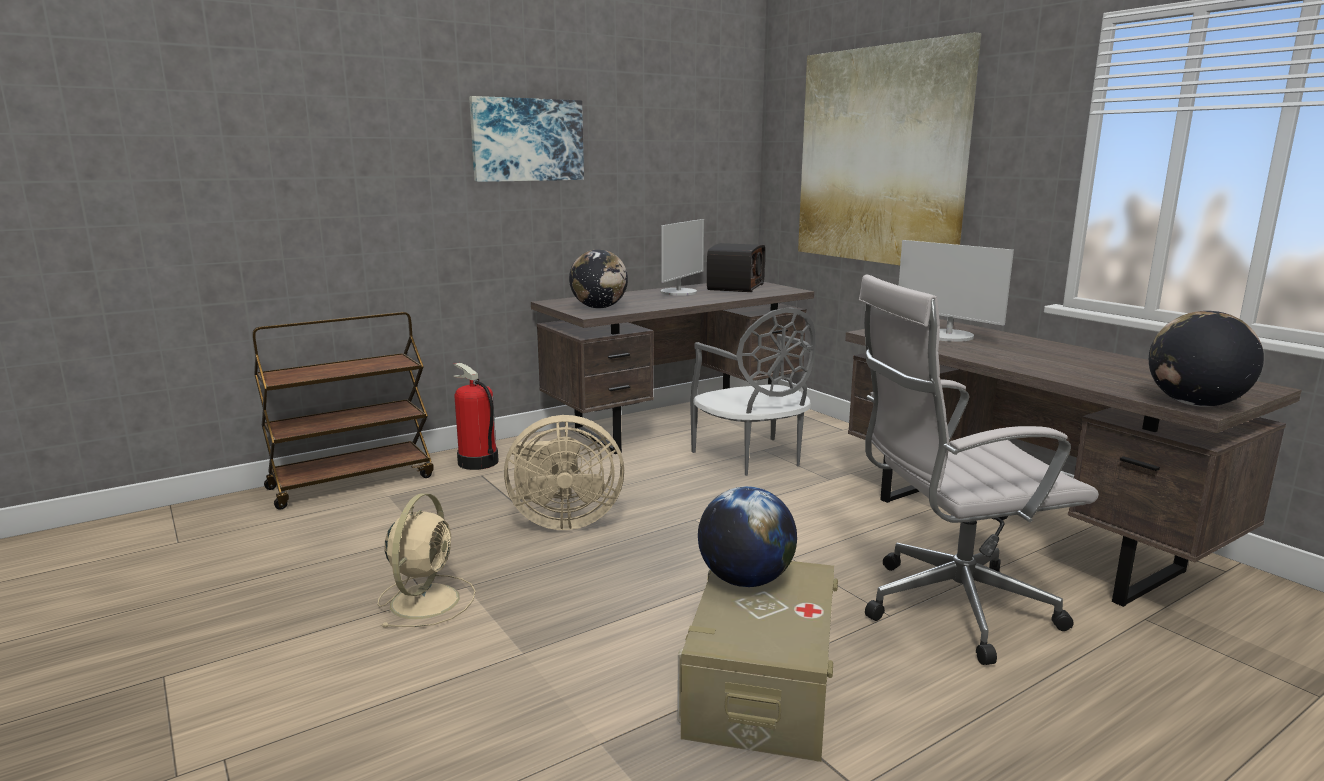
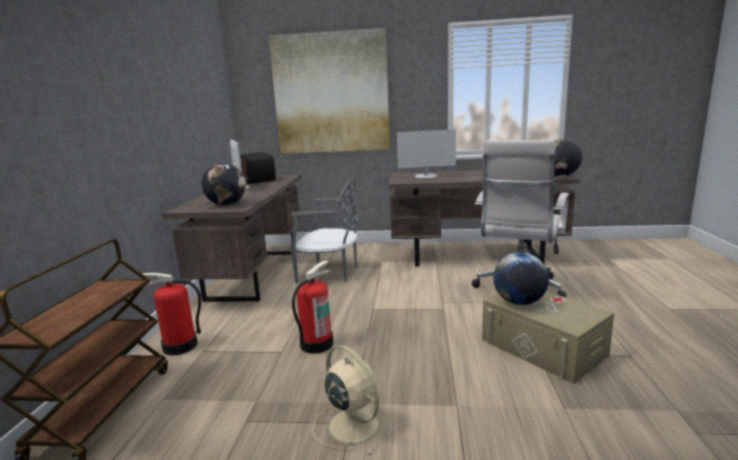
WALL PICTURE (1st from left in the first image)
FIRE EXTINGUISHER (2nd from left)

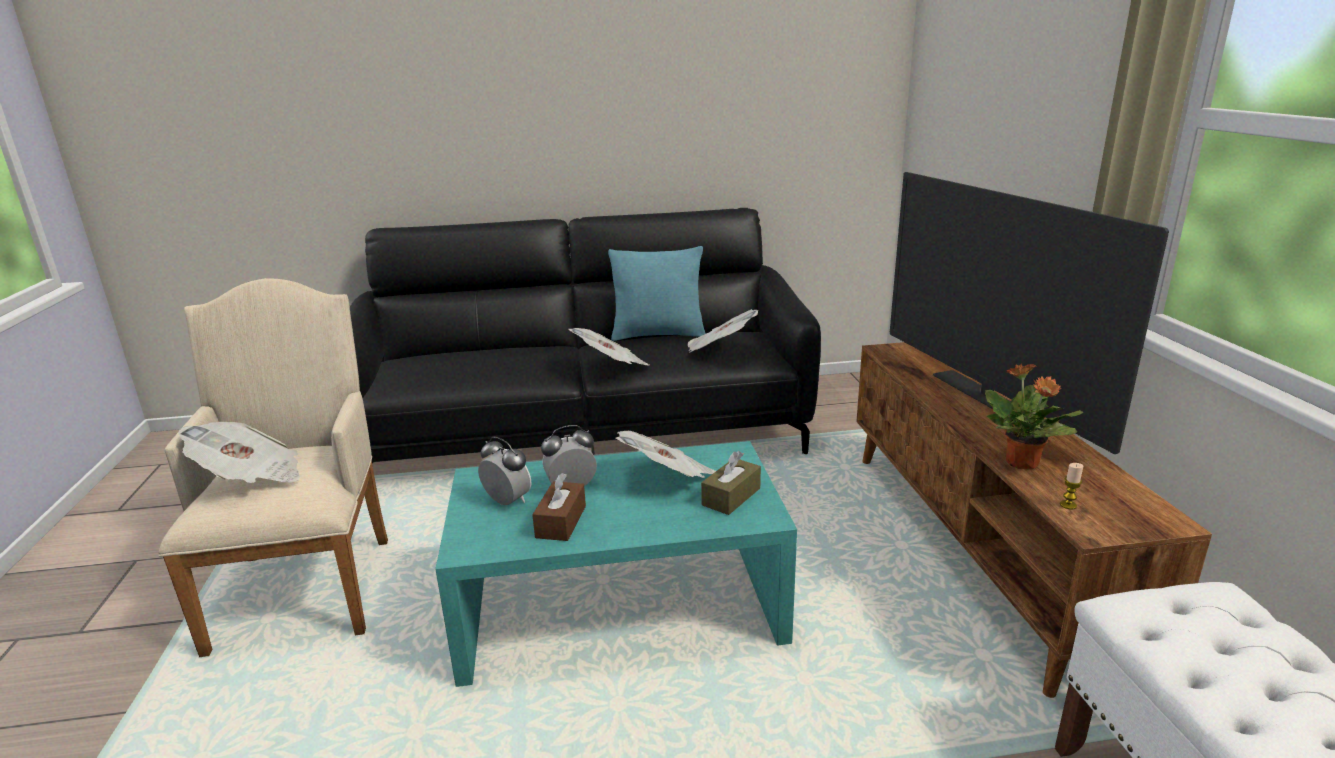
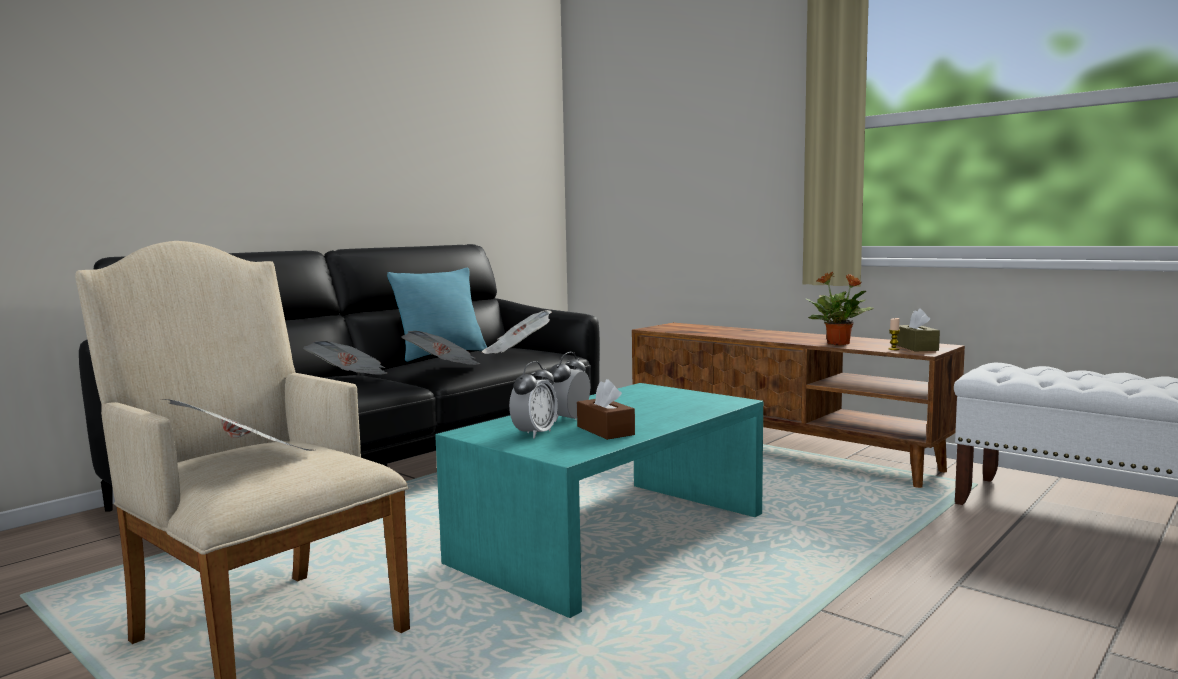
ALARM CLOCK (1st from left)
DAILY PAPER (2nd from left)
BROWNISH BOX OF TISSUES (2nd from left)
TELEVISION

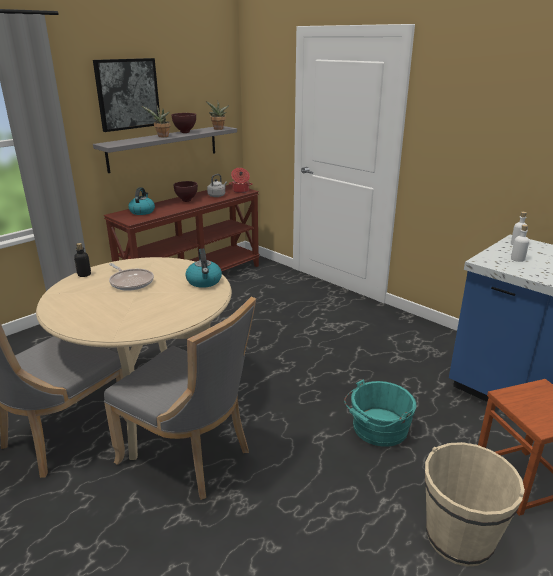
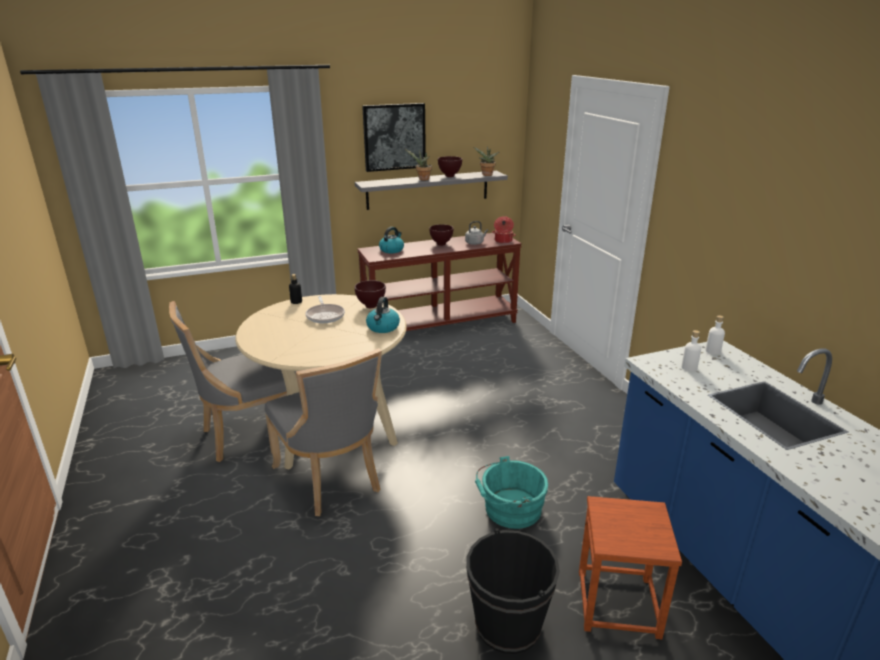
BLACK BUCKET
BROWNISH SERVING BOWL (1st from left)

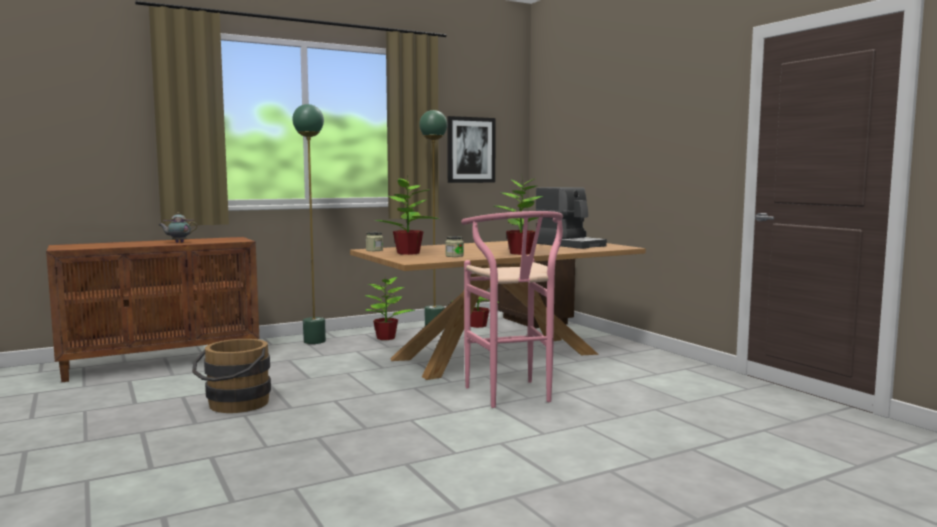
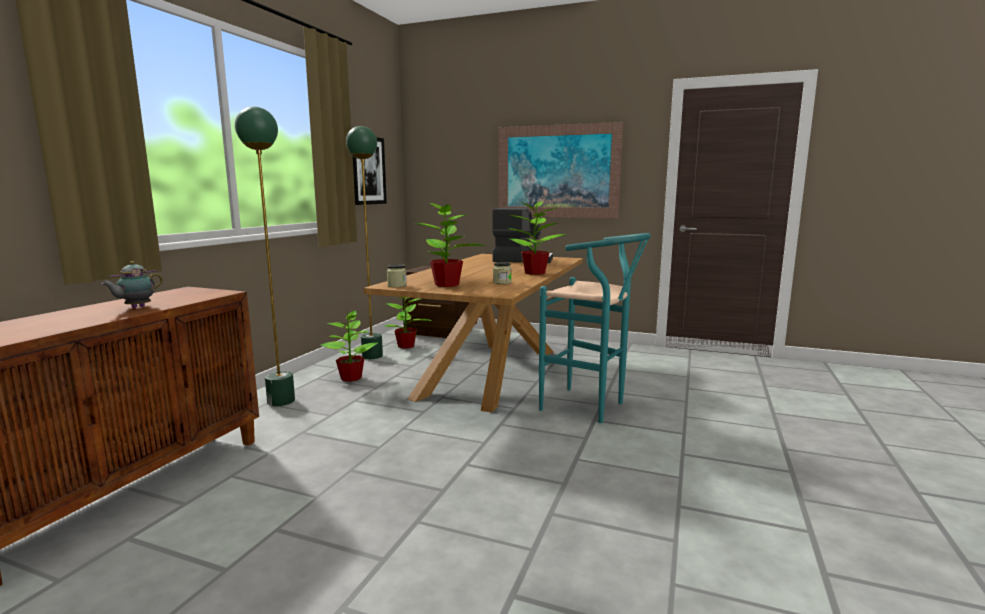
BROWNISH BUCKET
TURQUOISE STOOL SEAT
WALL PICTURE (2nd from left)

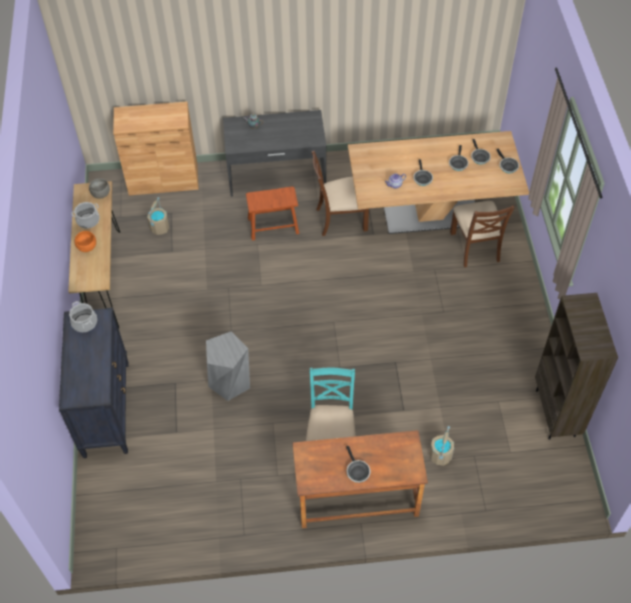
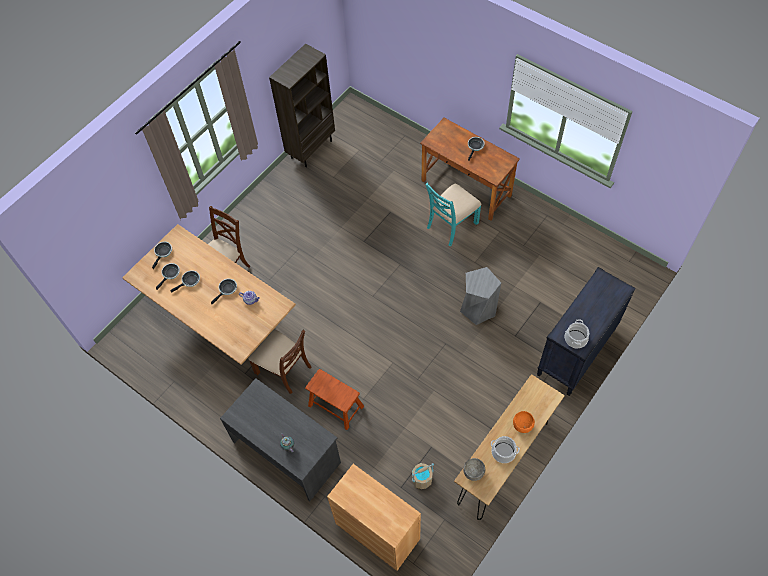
BEIGE-COLOURED BUCKET (2nd from left in the first image)

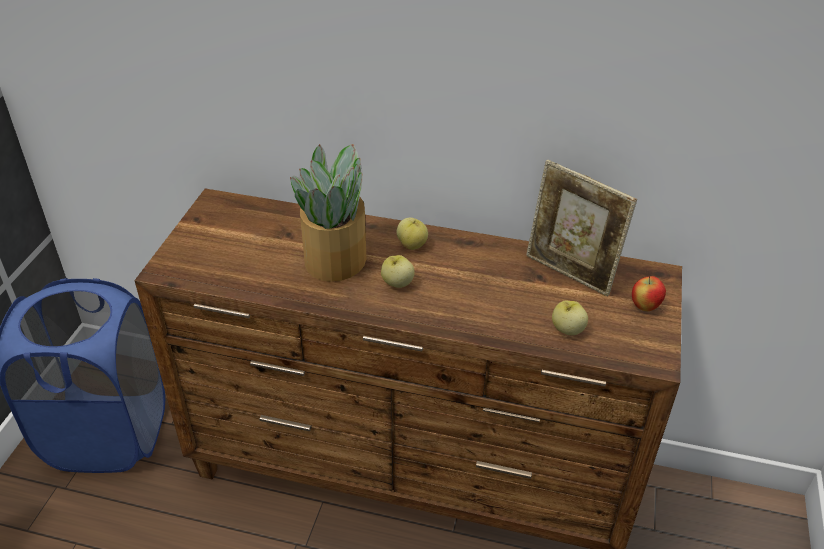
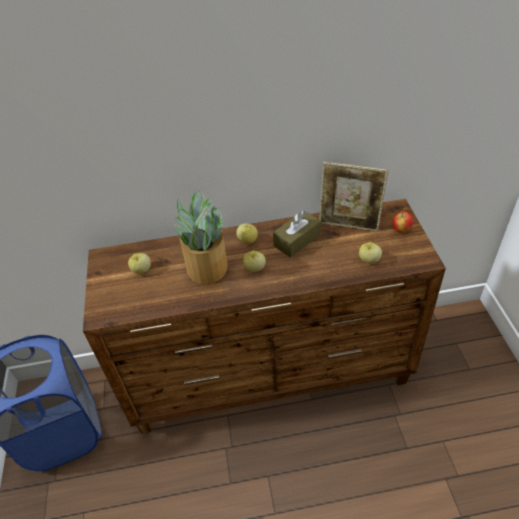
APPLE (1st from left)
BROWNISH BOX OF TISSUES

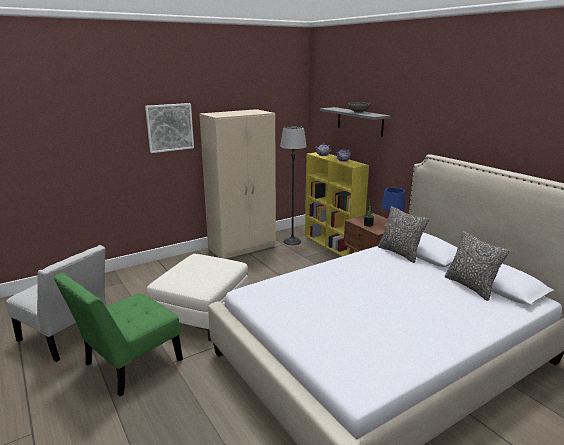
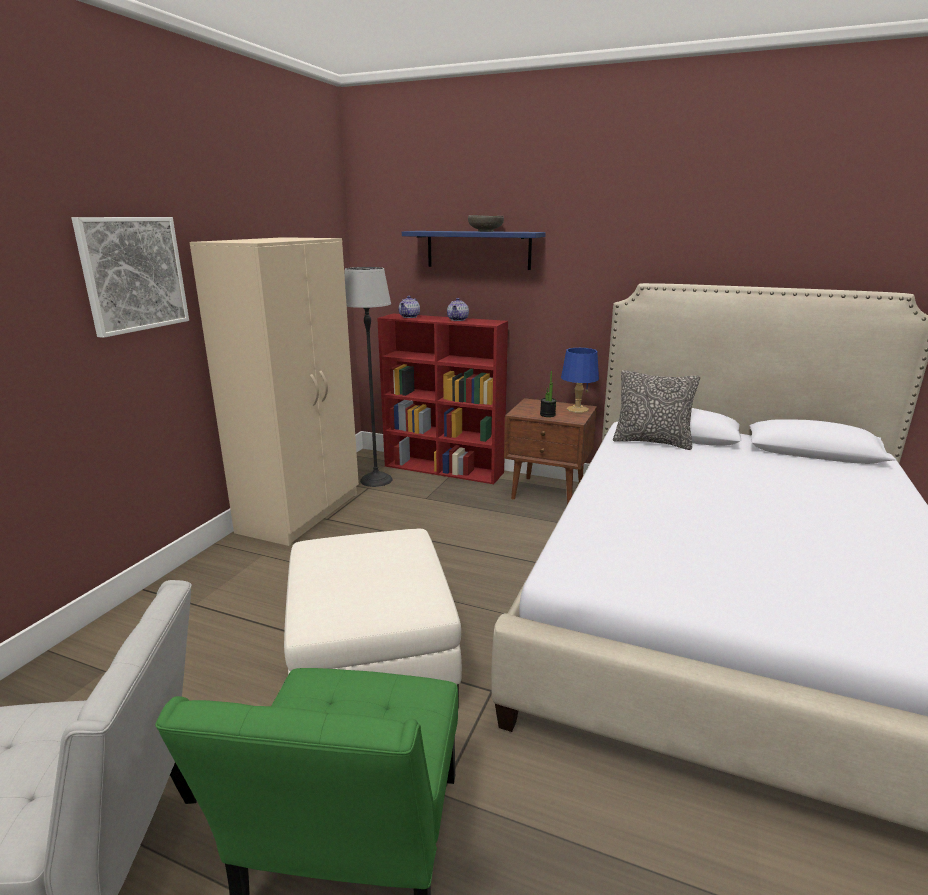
REDDISH BOOKCASE
BLUE SHELF
THROW PILLOW (2nd from left in the first image)

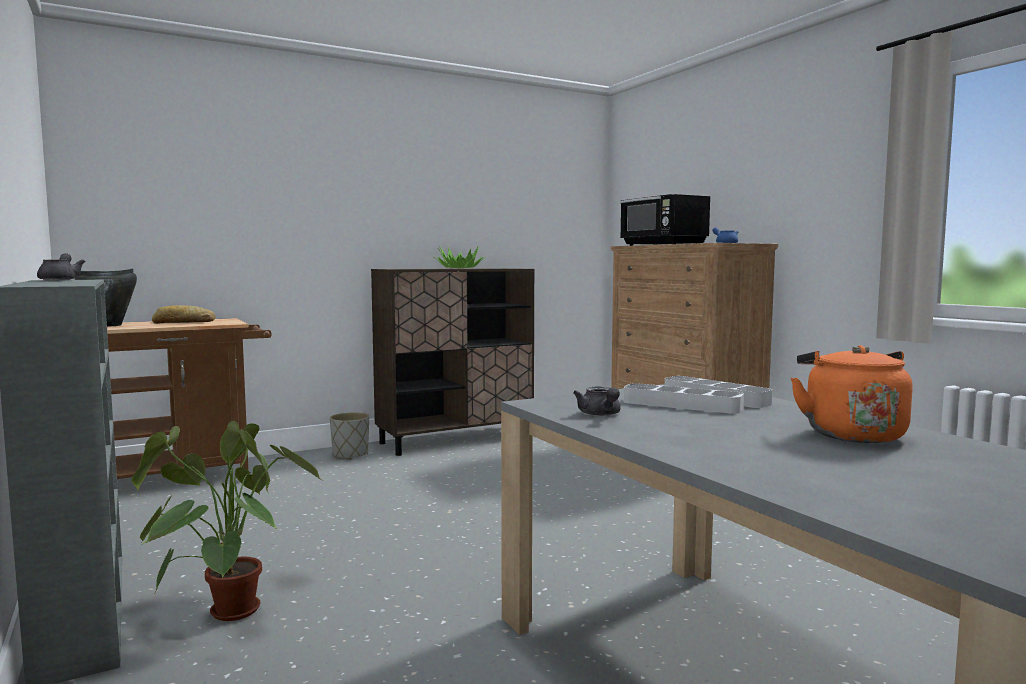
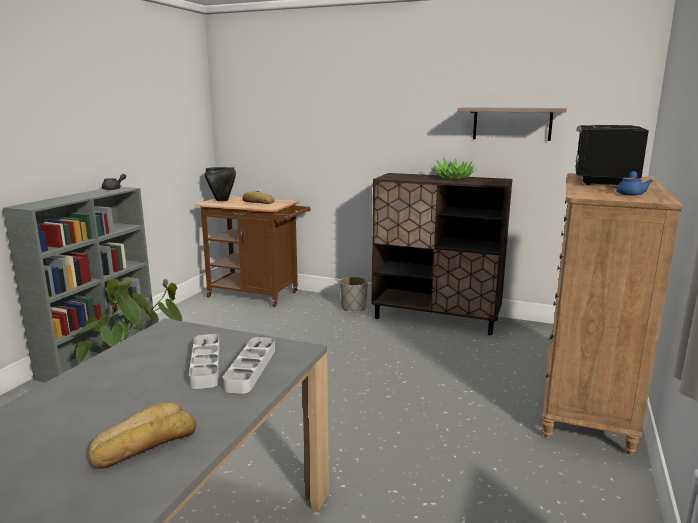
GREYISH POT FOR TEA (2nd from left in the first image)
BAKED BREAD (1st from left)
SHELF

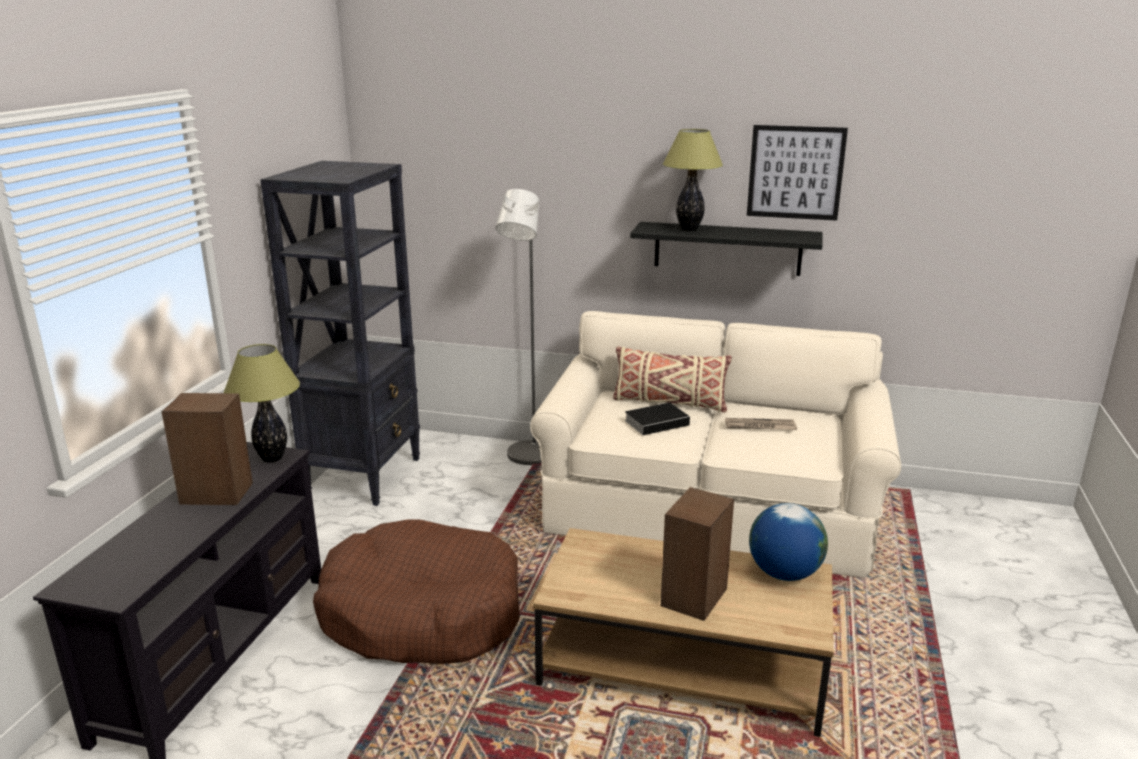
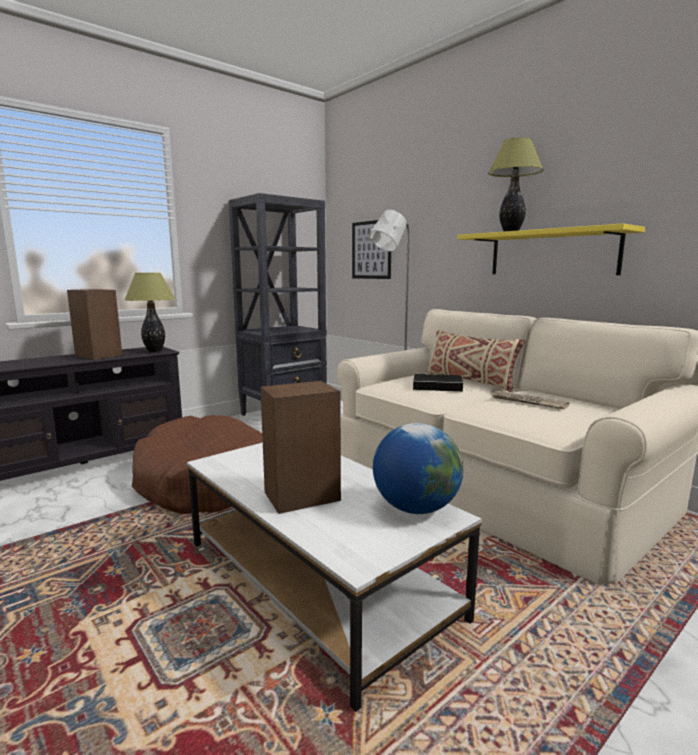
WHITE COFFEE TABLE
YELLOWISH SHELF
WALL PICTURE

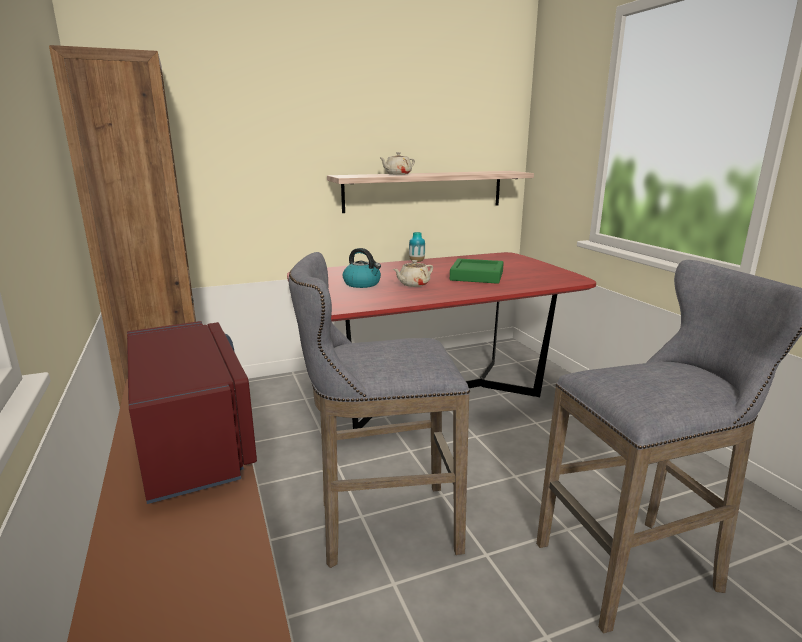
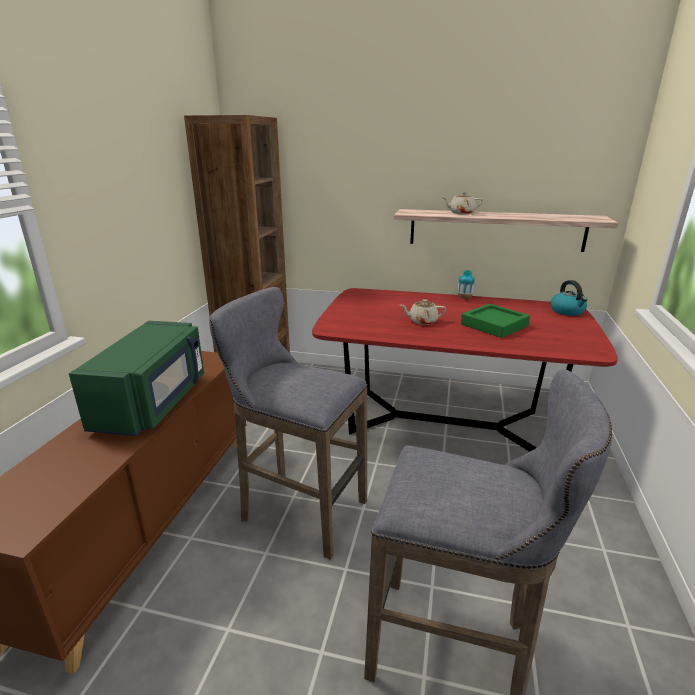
GREEN-COLOURED MICROWAVE
KETTLE

